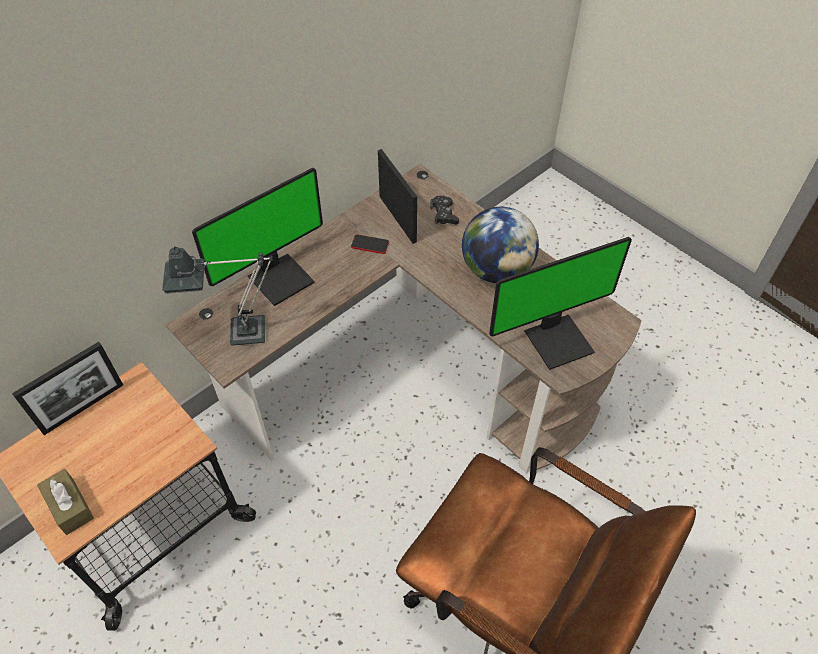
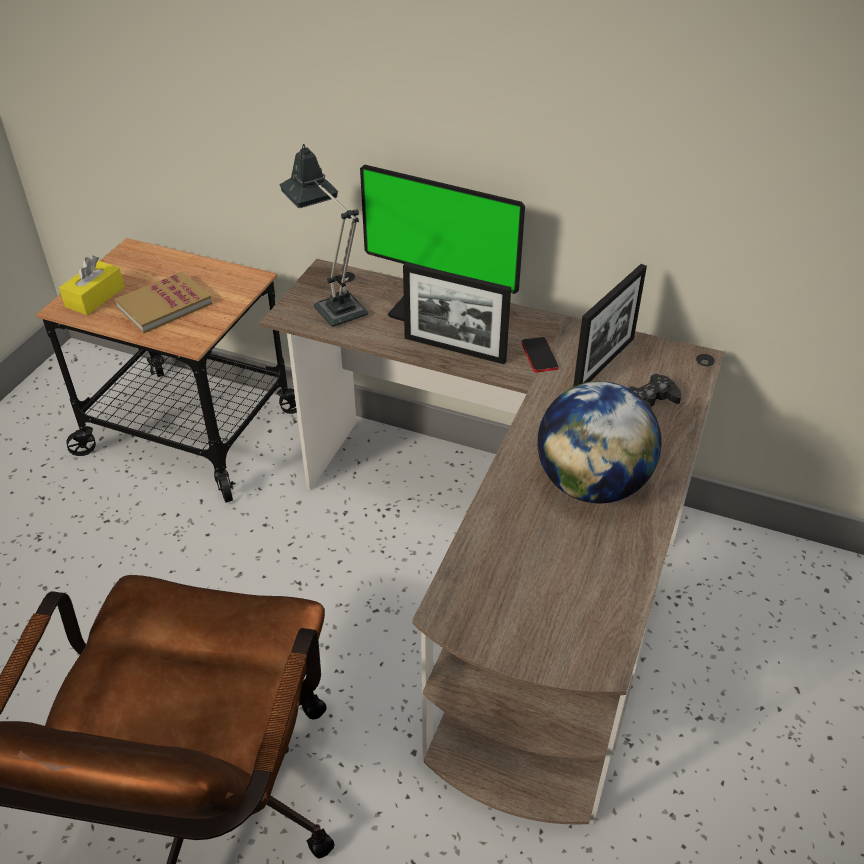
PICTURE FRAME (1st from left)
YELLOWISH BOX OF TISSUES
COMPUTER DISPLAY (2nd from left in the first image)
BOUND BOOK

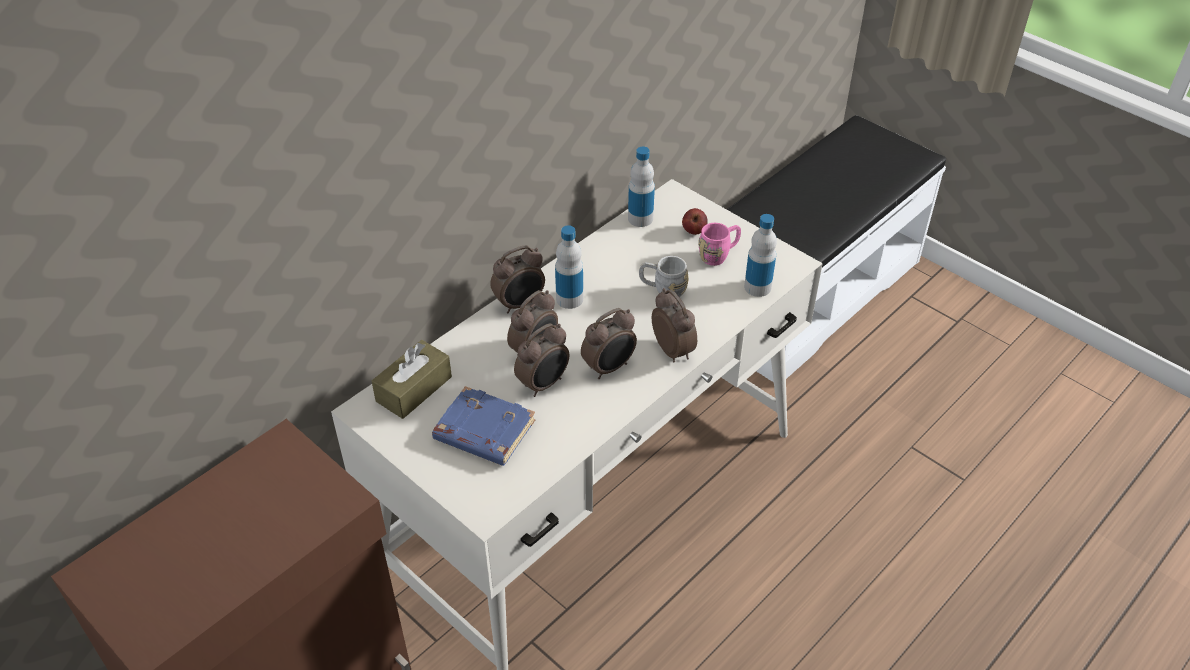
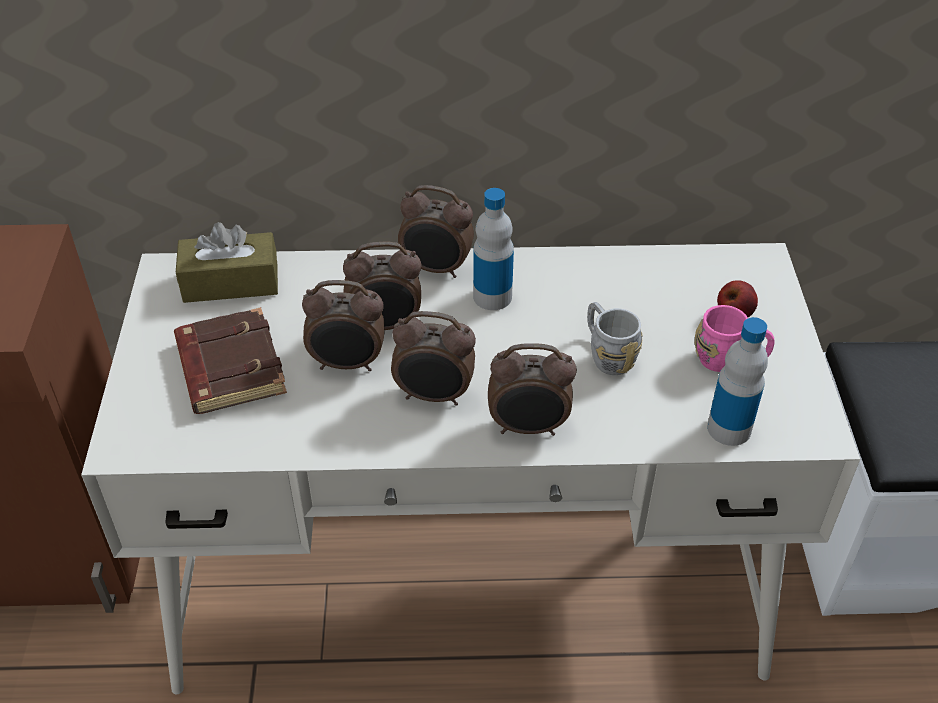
BROWNISH BOUND BOOK
DRINK BOTTLE (2nd from left in the first image)
ALARM CLOCK (5th from left)

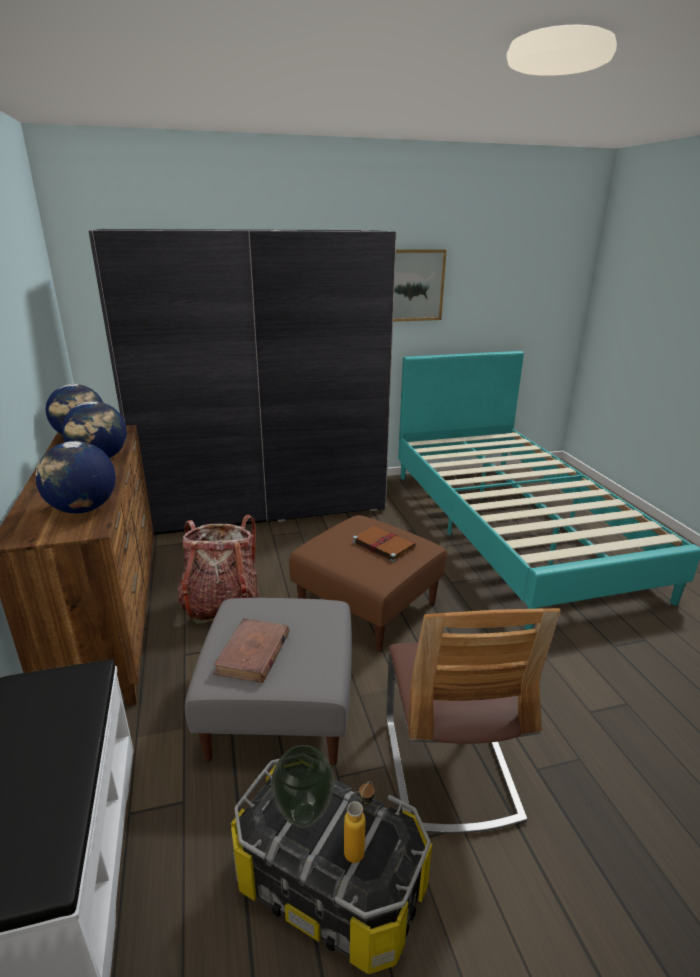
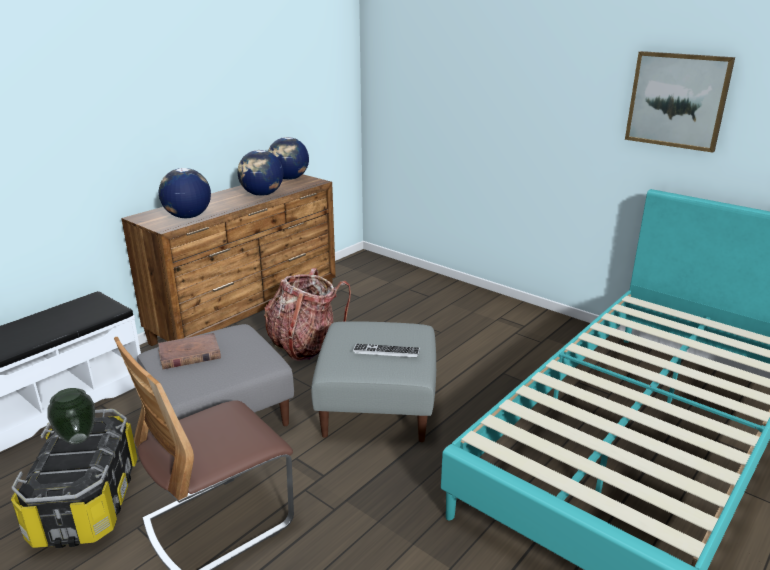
GREYISH WARDROBE
GREYISH POUFFE (2nd from left)
DRINK BOTTLE
KEYBOARD

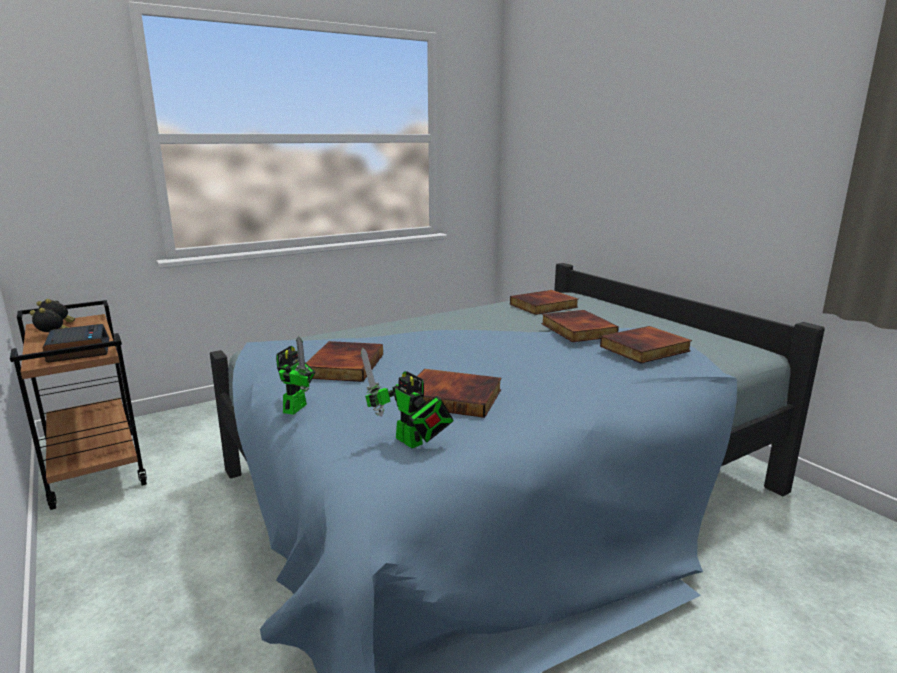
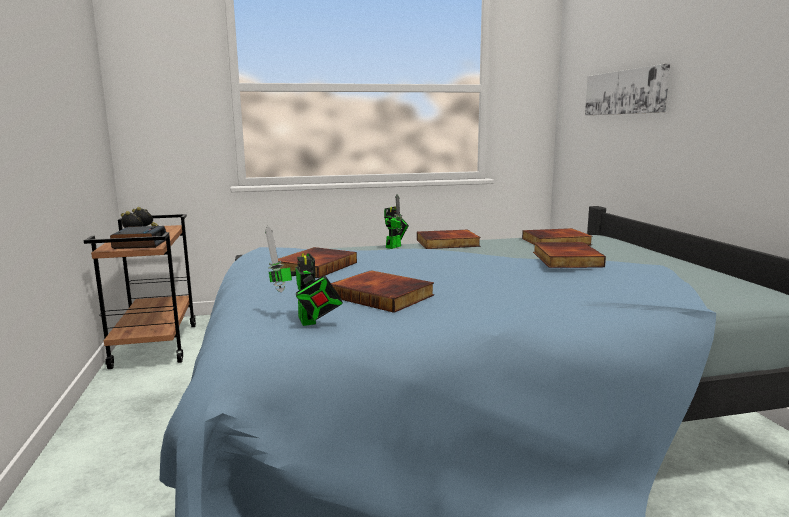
MODEL ROBOT (2nd from left)
BOUND BOOK (3rd from left)
WALL PICTURE

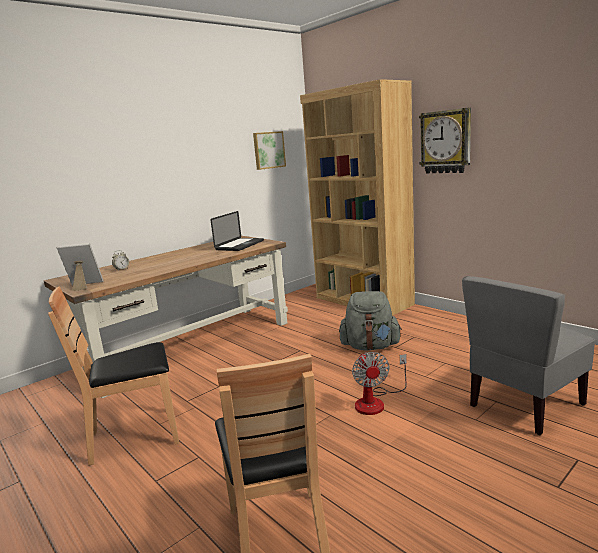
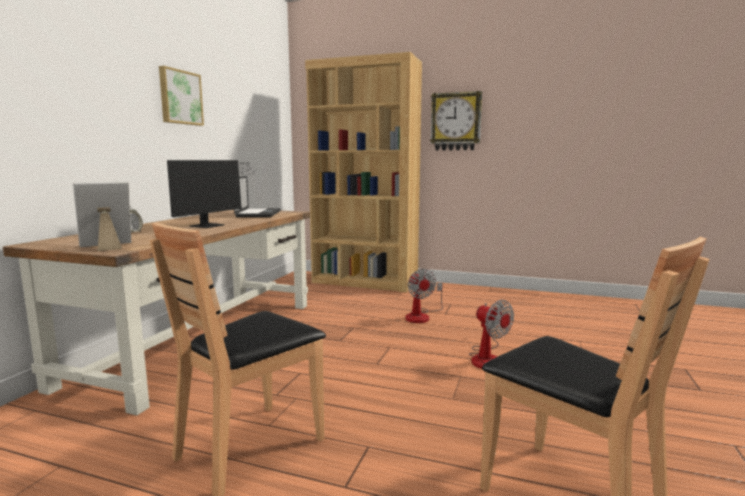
WALL PICTURE
FAN (1st from left)
GREYISH UPRIGHT CHAIR
COMPUTER DISPLAY

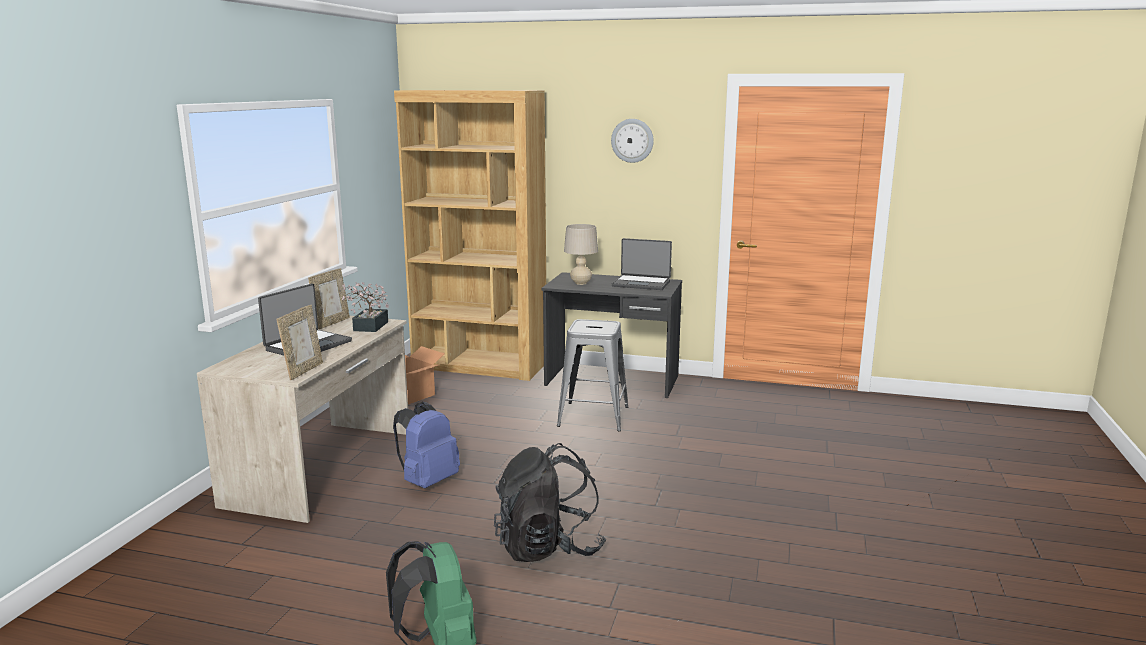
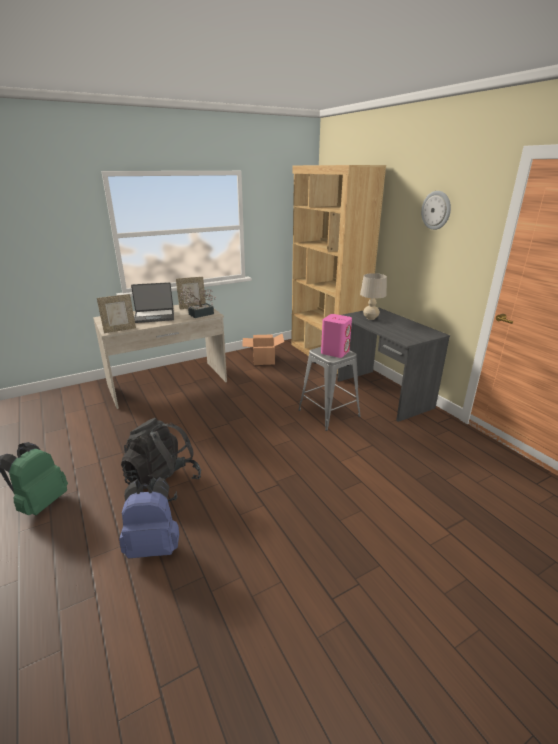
BLUE BACKPACK
PORTABLE COMPUTER (2nd from left in the first image)
PINKISH AUDIO SPEAKER

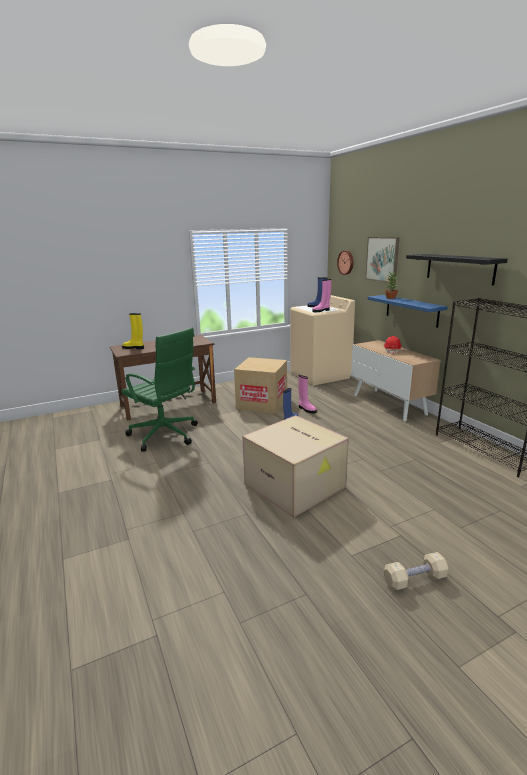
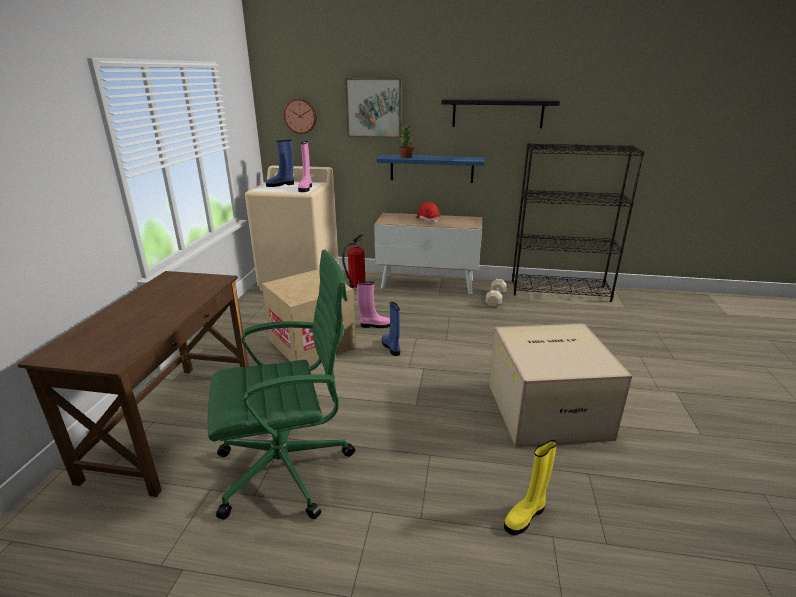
YELLOWISH HIGH-TOP BOOT
BEIGE-COLOURED HAND WEIGHT
FIRE EXTINGUISHER

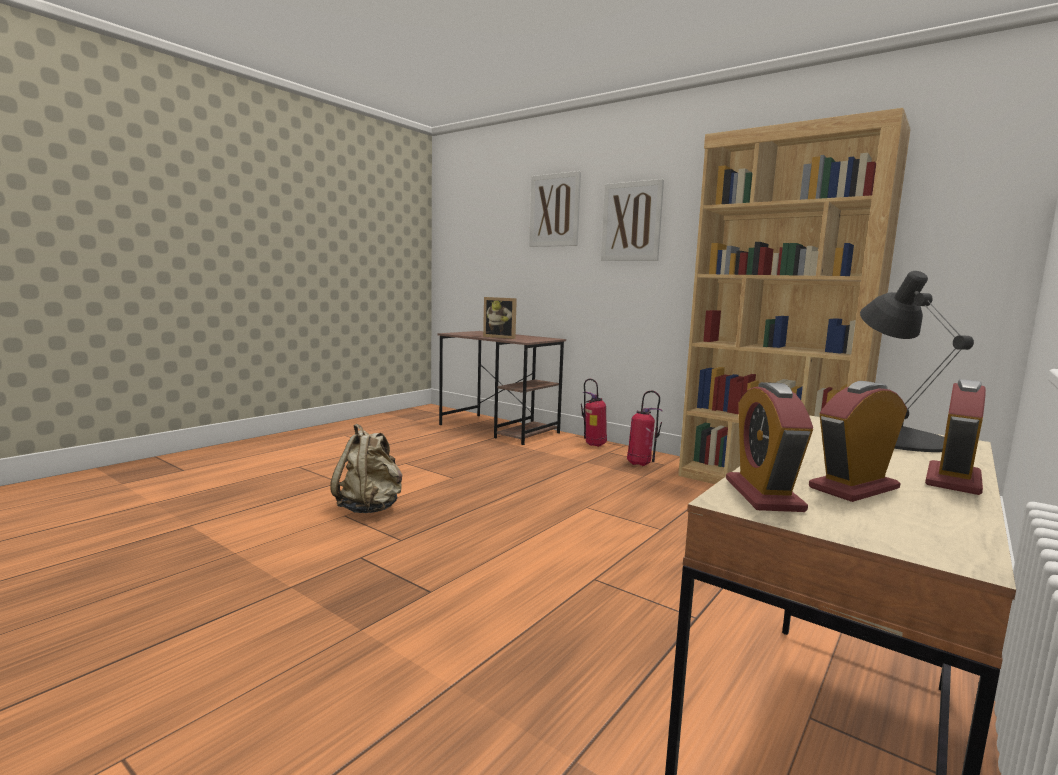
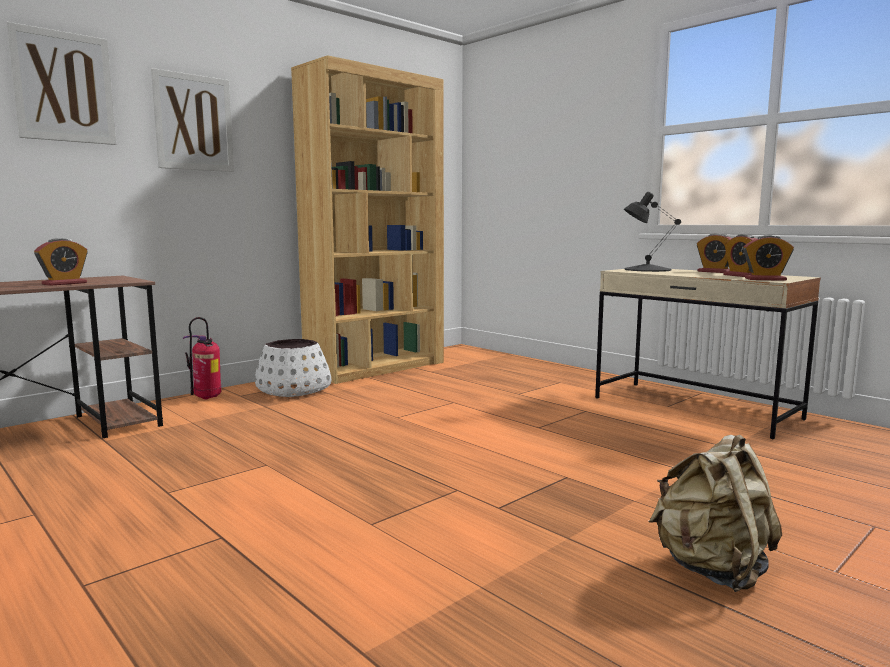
BEIGE-COLOURED BACKPACK
ALARM CLOCK (1st from left)
WHITE PLANT POT

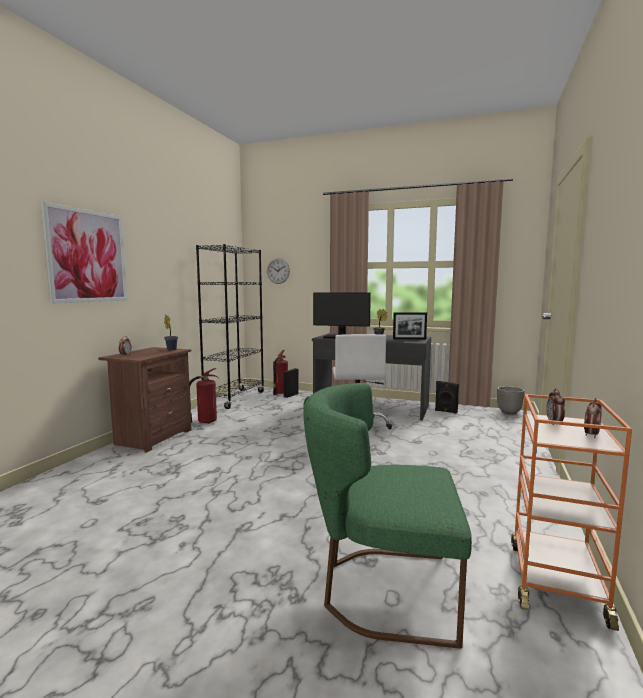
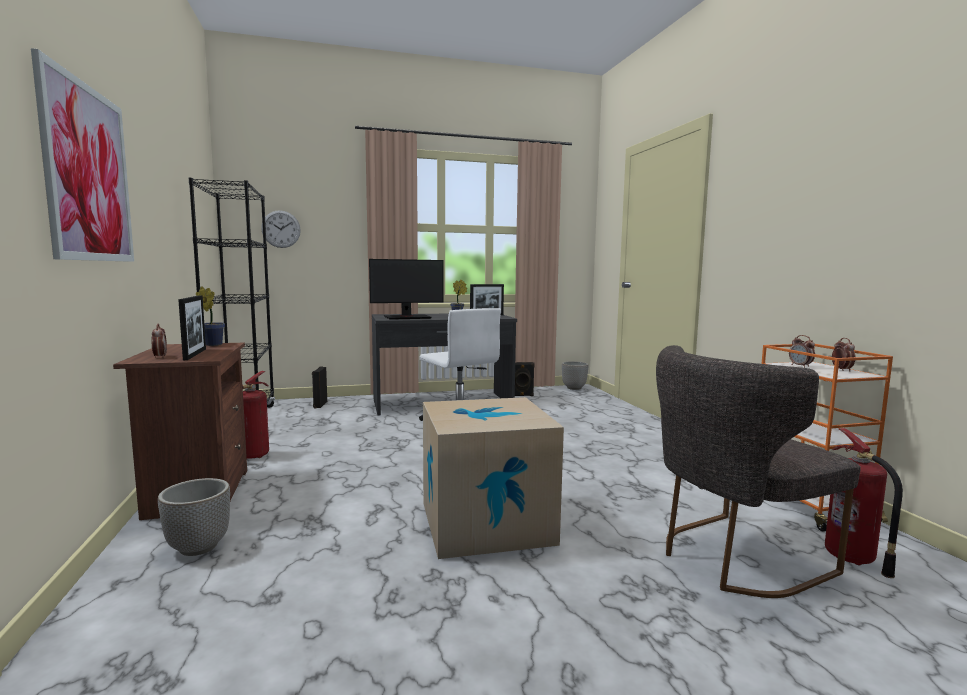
FIRE EXTINGUISHER (2nd from left)
GREYISH UPRIGHT CHAIR
PLANT POT (1st from left)
PICTURE FRAME (1st from left)
CARTON

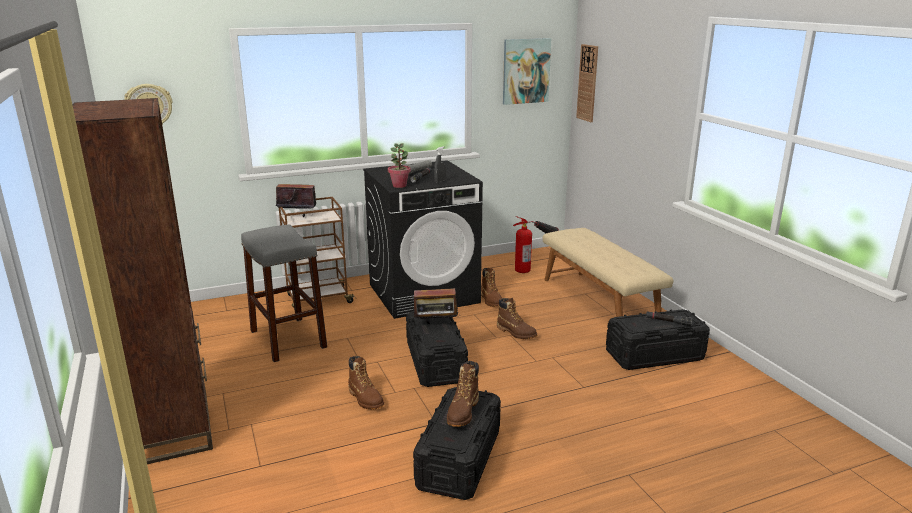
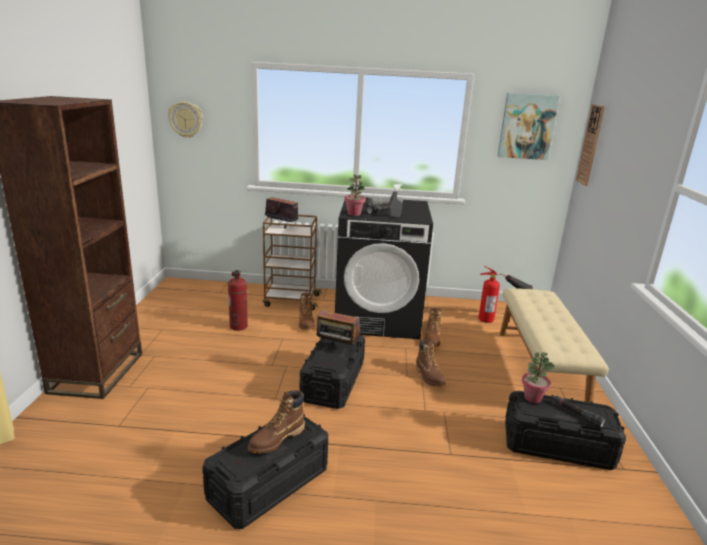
FIRE EXTINGUISHER (1st from left)
BROWNISH HIGH-TOP BOOT (2nd from left)
POTTED PLANT (2nd from left)

